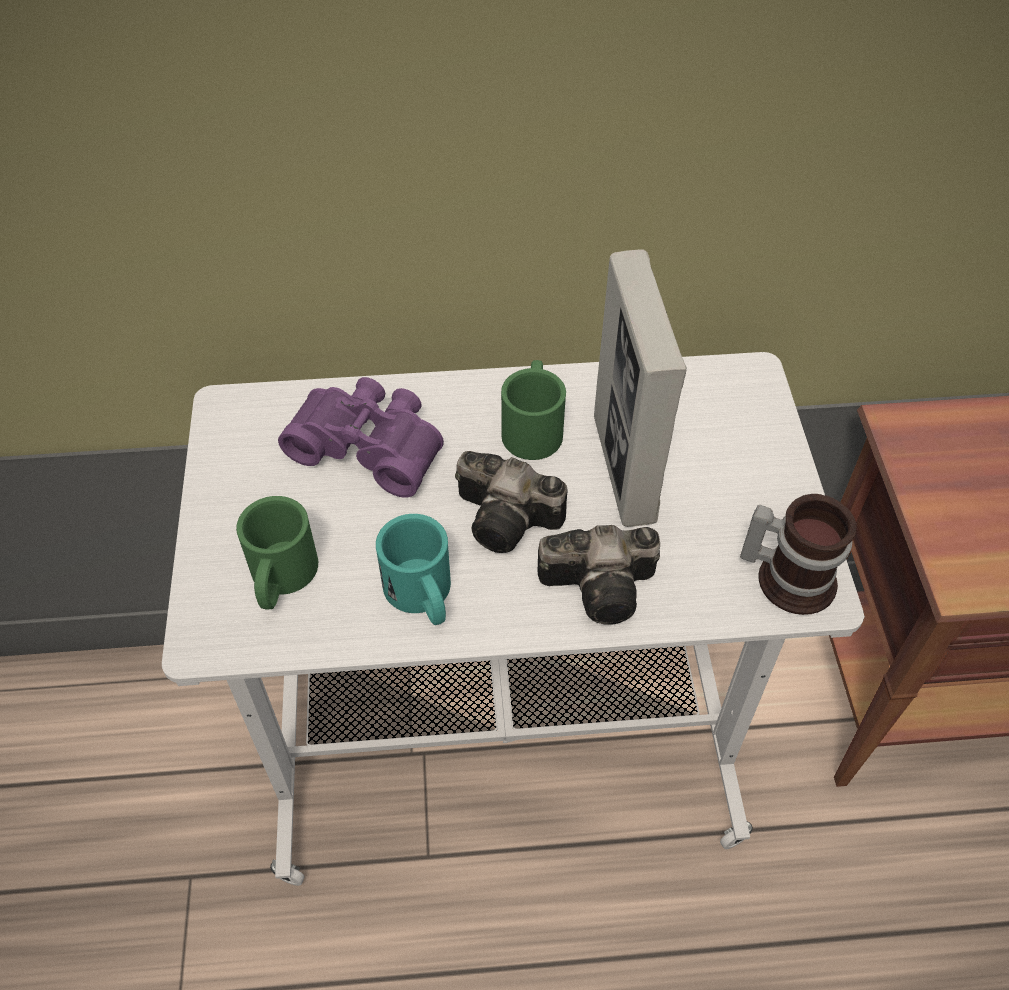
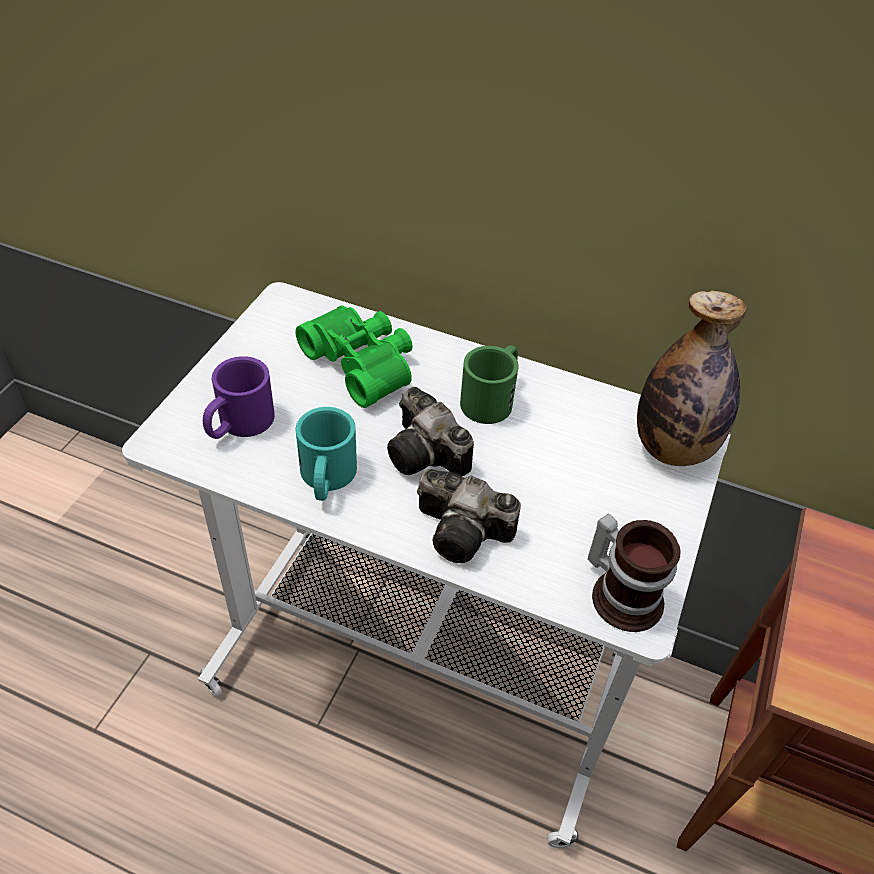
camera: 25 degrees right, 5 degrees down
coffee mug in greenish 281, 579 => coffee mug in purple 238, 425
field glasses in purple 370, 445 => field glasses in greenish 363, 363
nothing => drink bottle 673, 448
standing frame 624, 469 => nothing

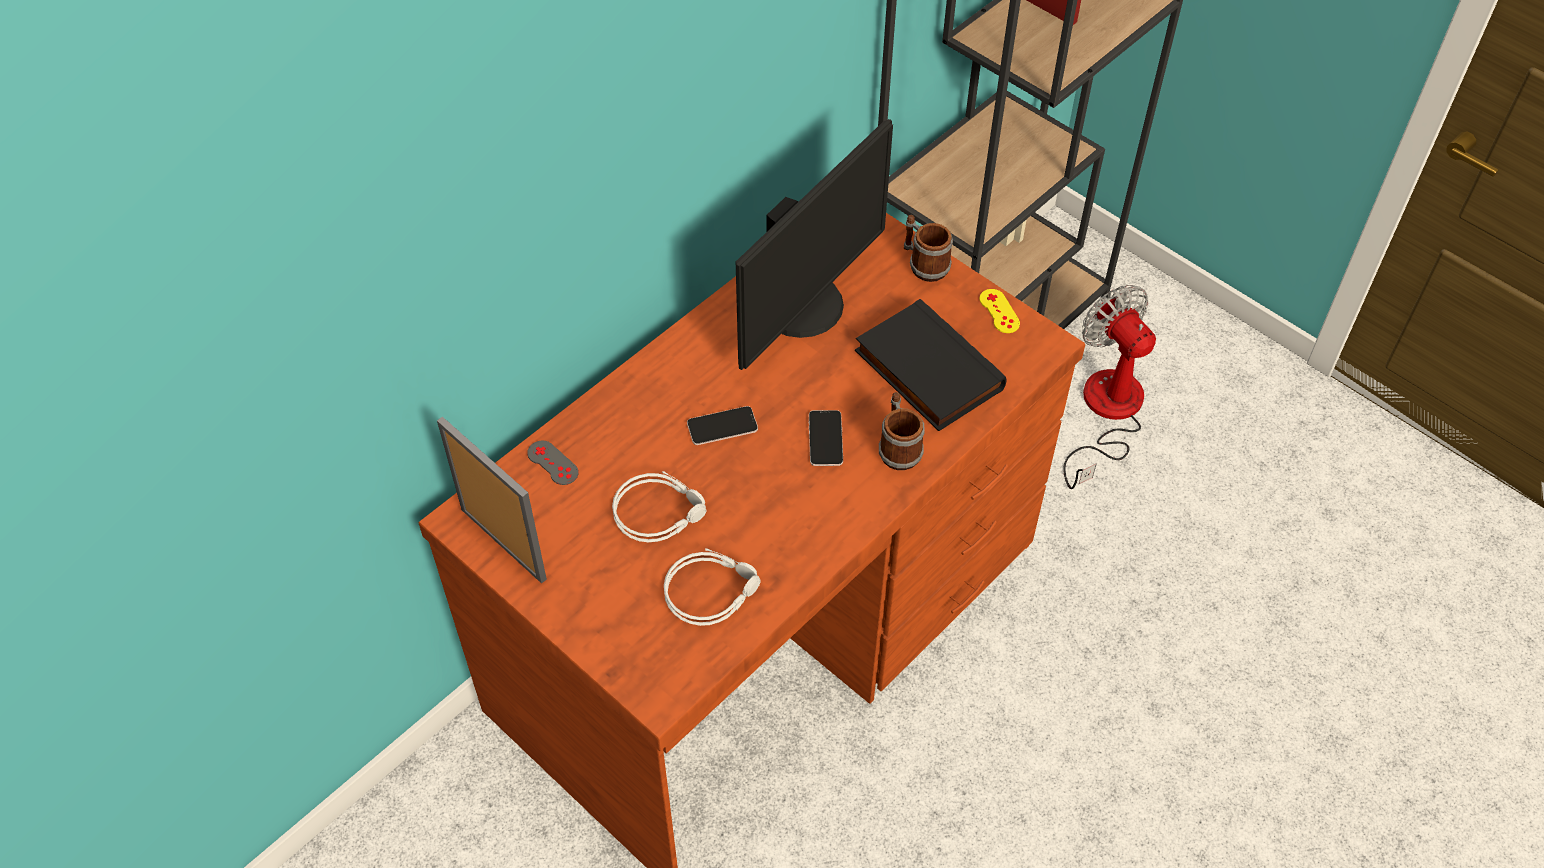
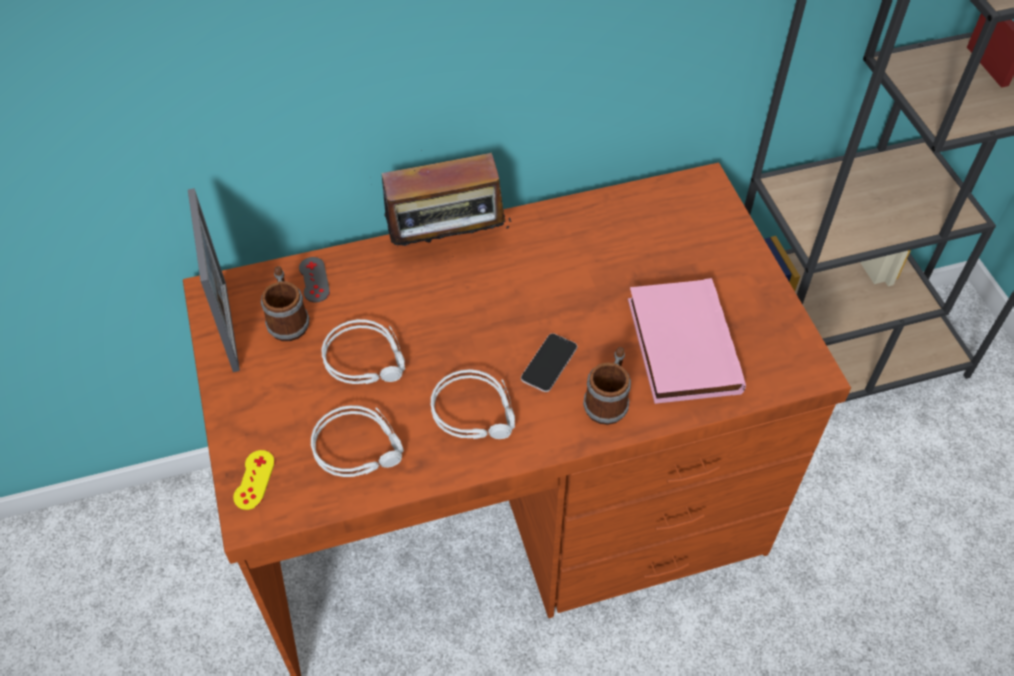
camera: 30 degrees right, 0 degrees up
game controller in yellow 999, 311 => game controller in yellow 254, 480, moved
coffee mug 924, 264 => coffee mug 288, 320, moved
nothing => radio set 447, 244
nothing => headphones in grey 477, 411
volume in black-coloured 925, 371 => volume in pinkish 679, 345
handset 722, 426 => nothing
monitor 805, 307 => nothing
cooling fan 1106, 413 => nothing

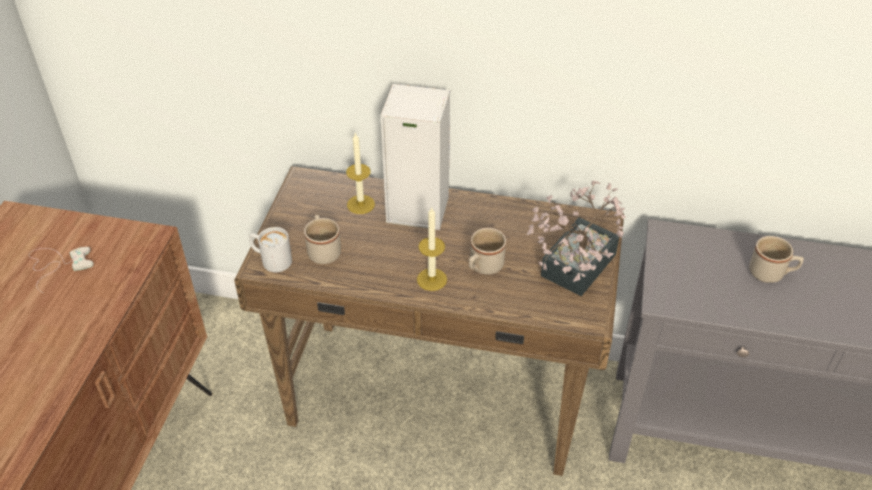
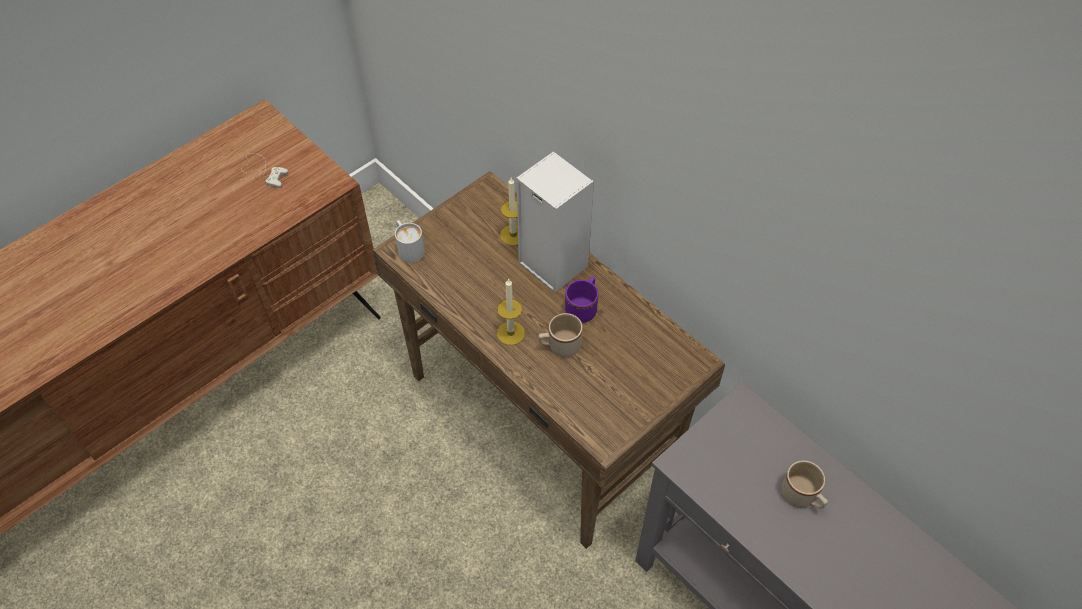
camera: 35 degrees right, 10 degrees up
nothing => coffee mug in purple 583, 307
coffee mug in beige 323, 250 => nothing
houseplant 572, 270 => nothing

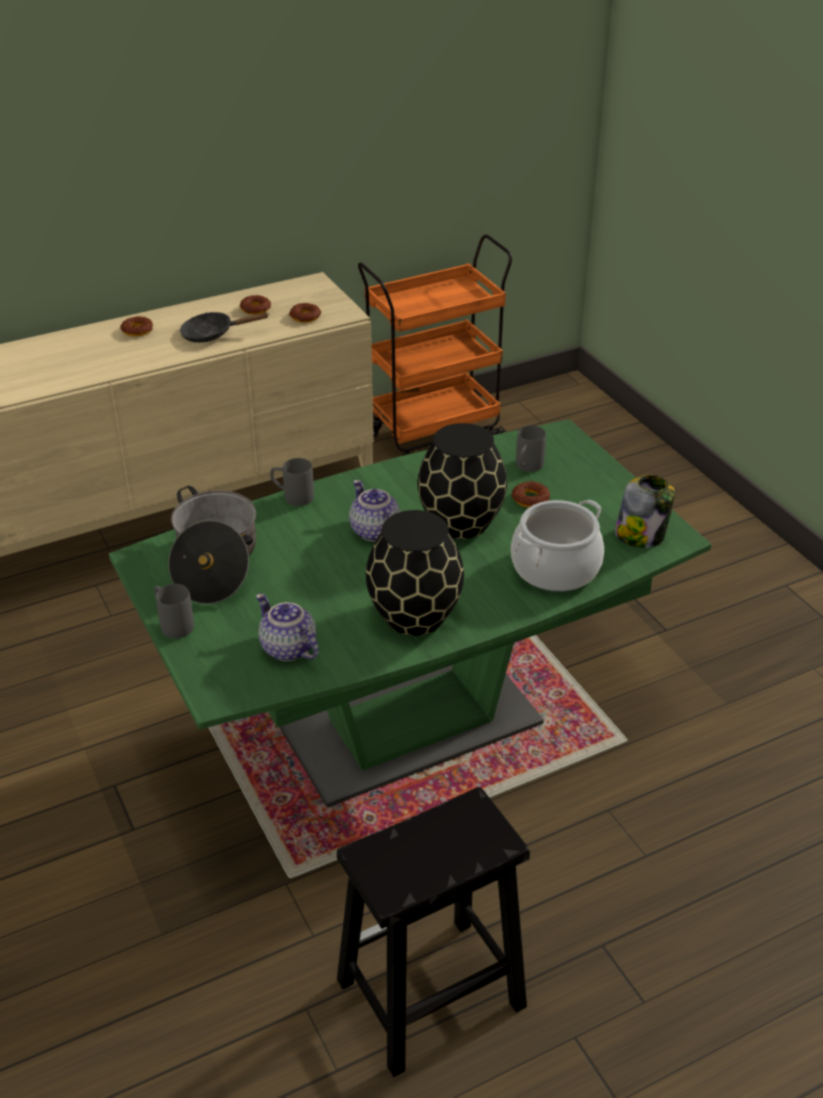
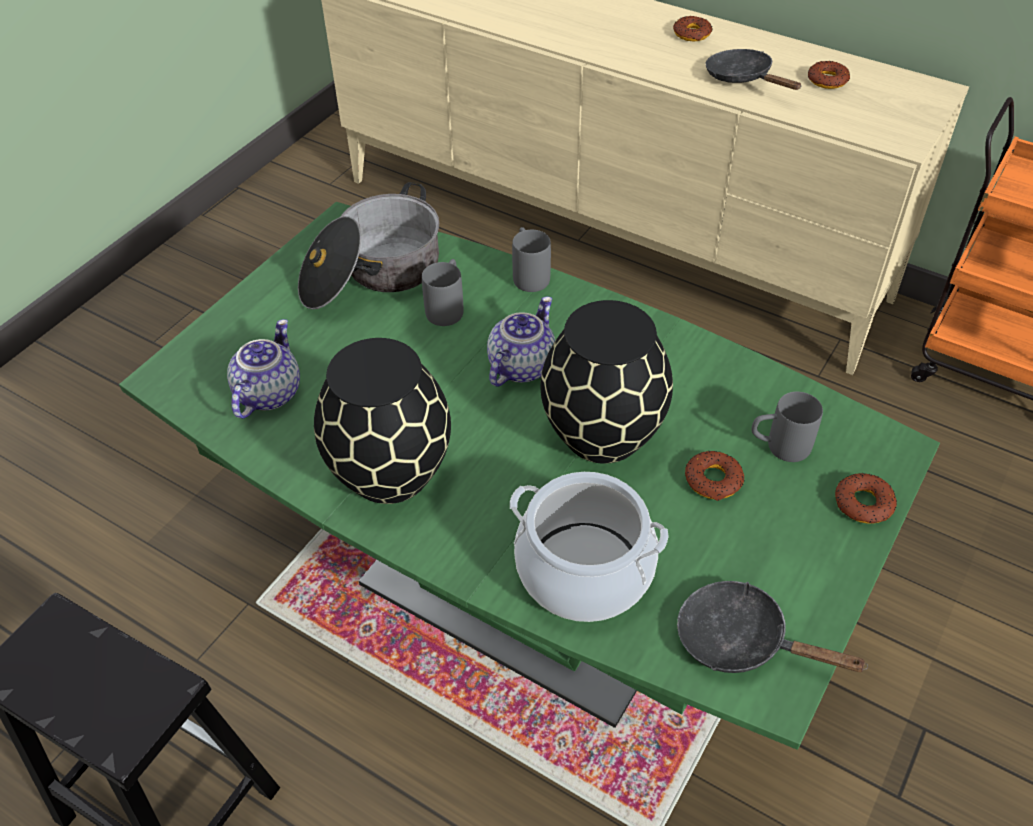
camera: 60 degrees right, 10 degrees up
coffee mug in grey 173, 623 => coffee mug in grey 447, 307, moved
preserve jar 641, 535 => frying pan in black-coloured 741, 640
doughnut 305, 317 => doughnut 863, 503, moved

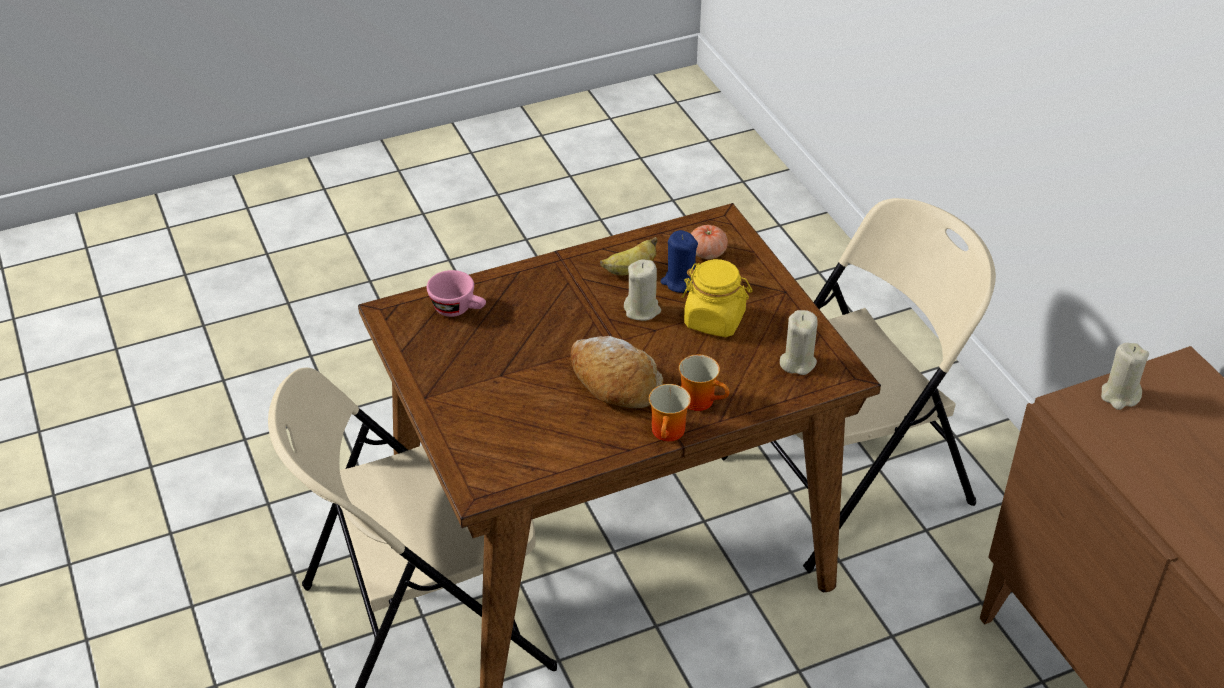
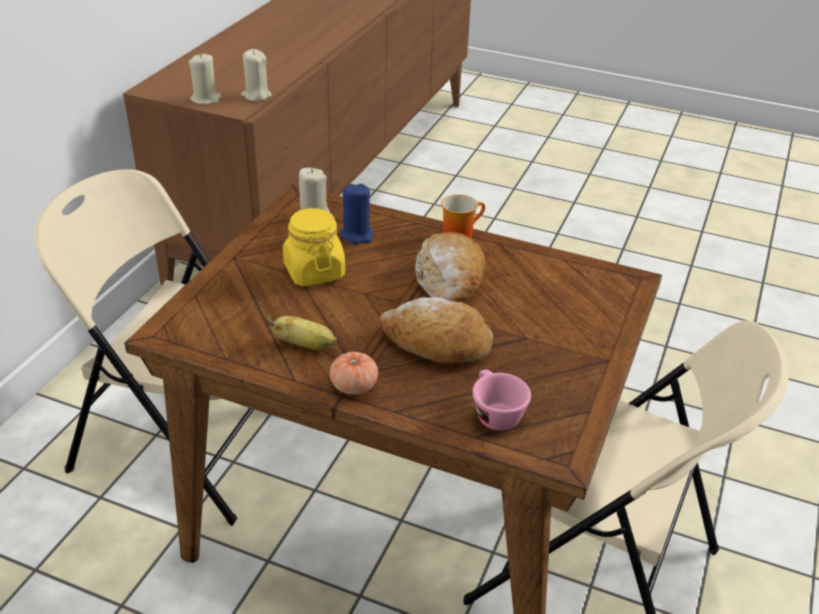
camera: 135 degrees left, 5 degrees down
wax light in beige 642, 310 => wax light in beige 256, 95, moved
fresh tomato 707, 253 => fresh tomato 354, 386, moved
wax light in blue 679, 282 => wax light in blue 357, 235, moved
nothing => baked bread 436, 344
coffee mug 702, 400 => nothing

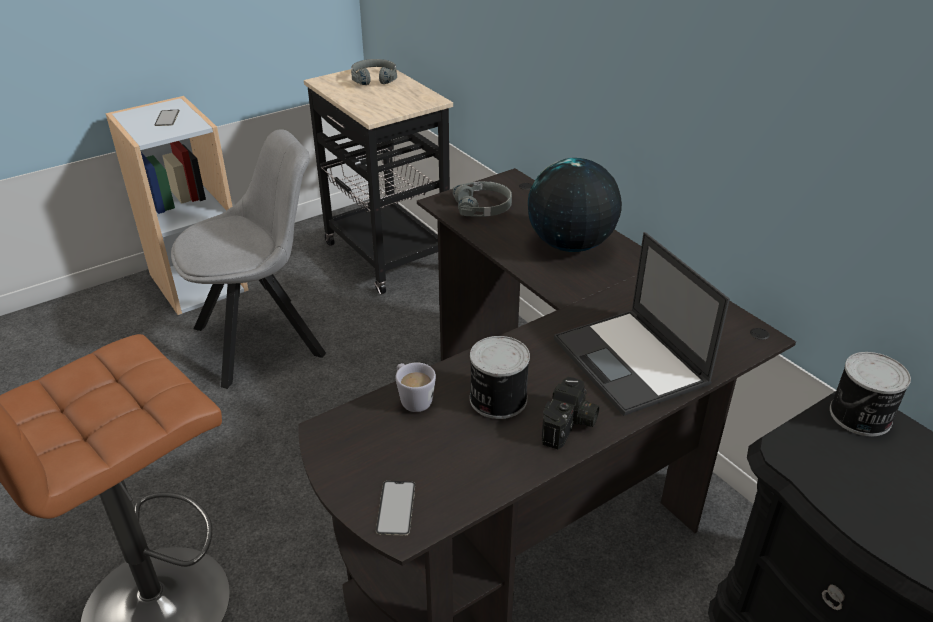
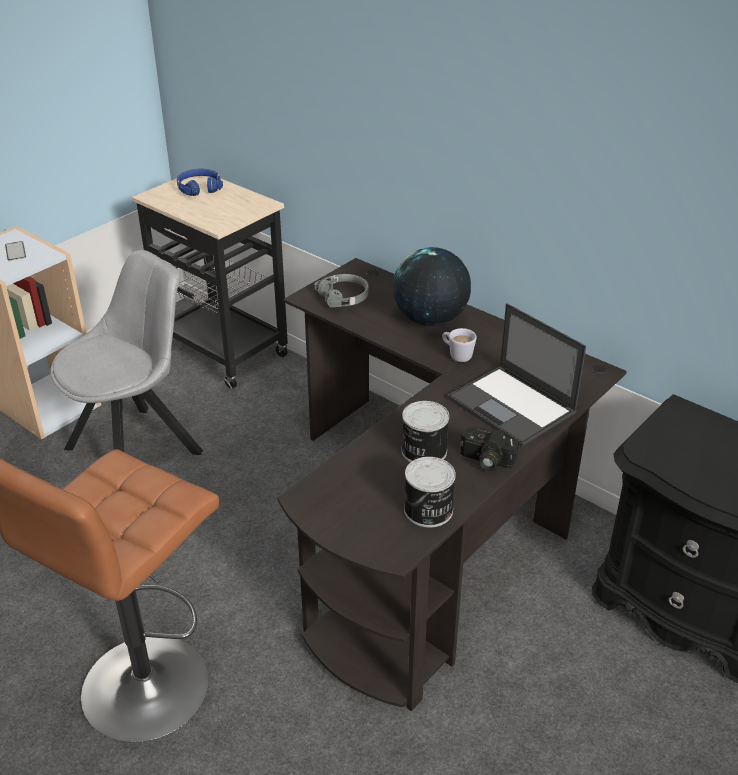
camera: 15 degrees left, 0 degrees up
headphones in grey 374, 78 => headphones in blue 199, 188
metal can 860, 416 => metal can 428, 511, moved
coffee mug in white 413, 399 => coffee mug in white 457, 355, moved
still camera 570, 426 => still camera 485, 461, 105 degrees clockwise
handset 396, 508 => nothing

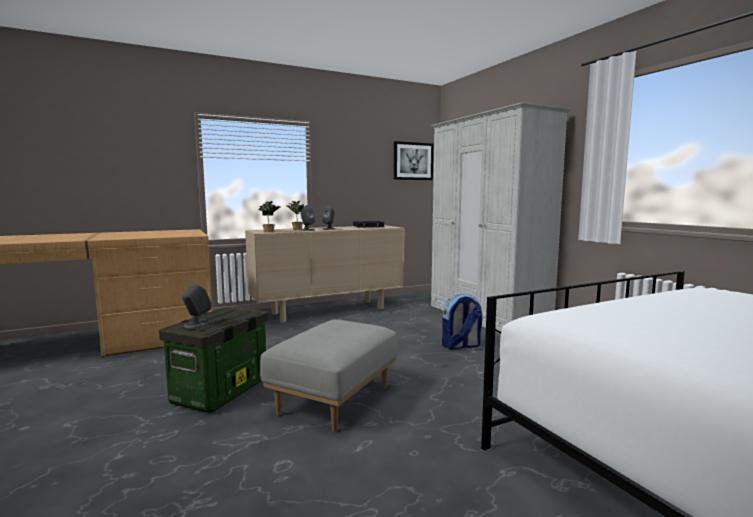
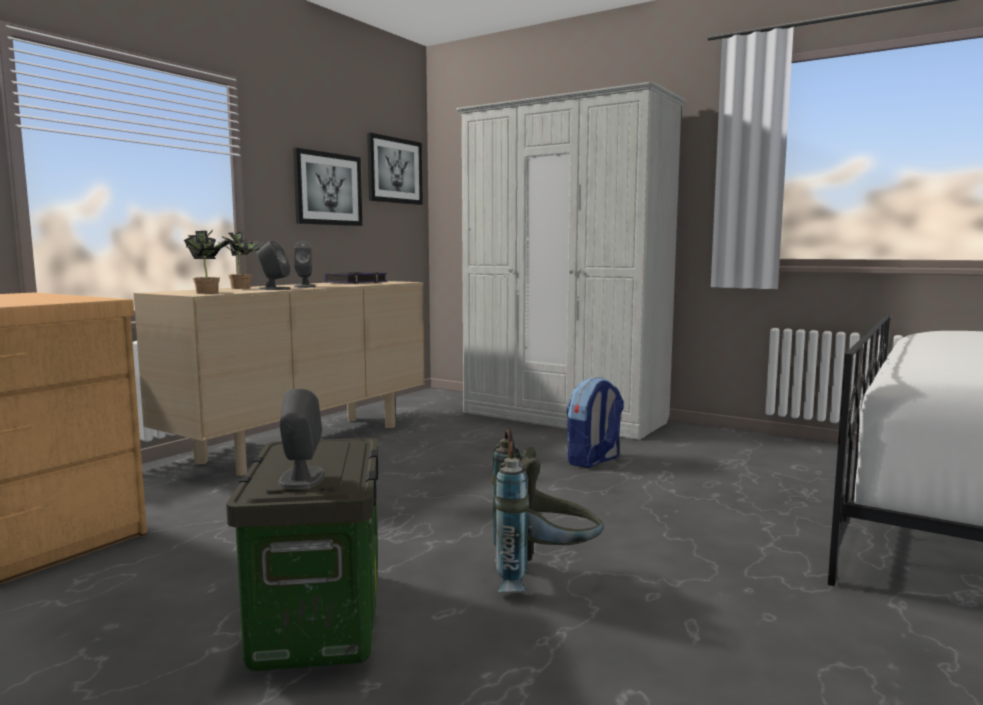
camera: 30 degrees left, 0 degrees up
nothing => picture 328, 189
footrest in grey 334, 399 => knapsack in grey 542, 576

